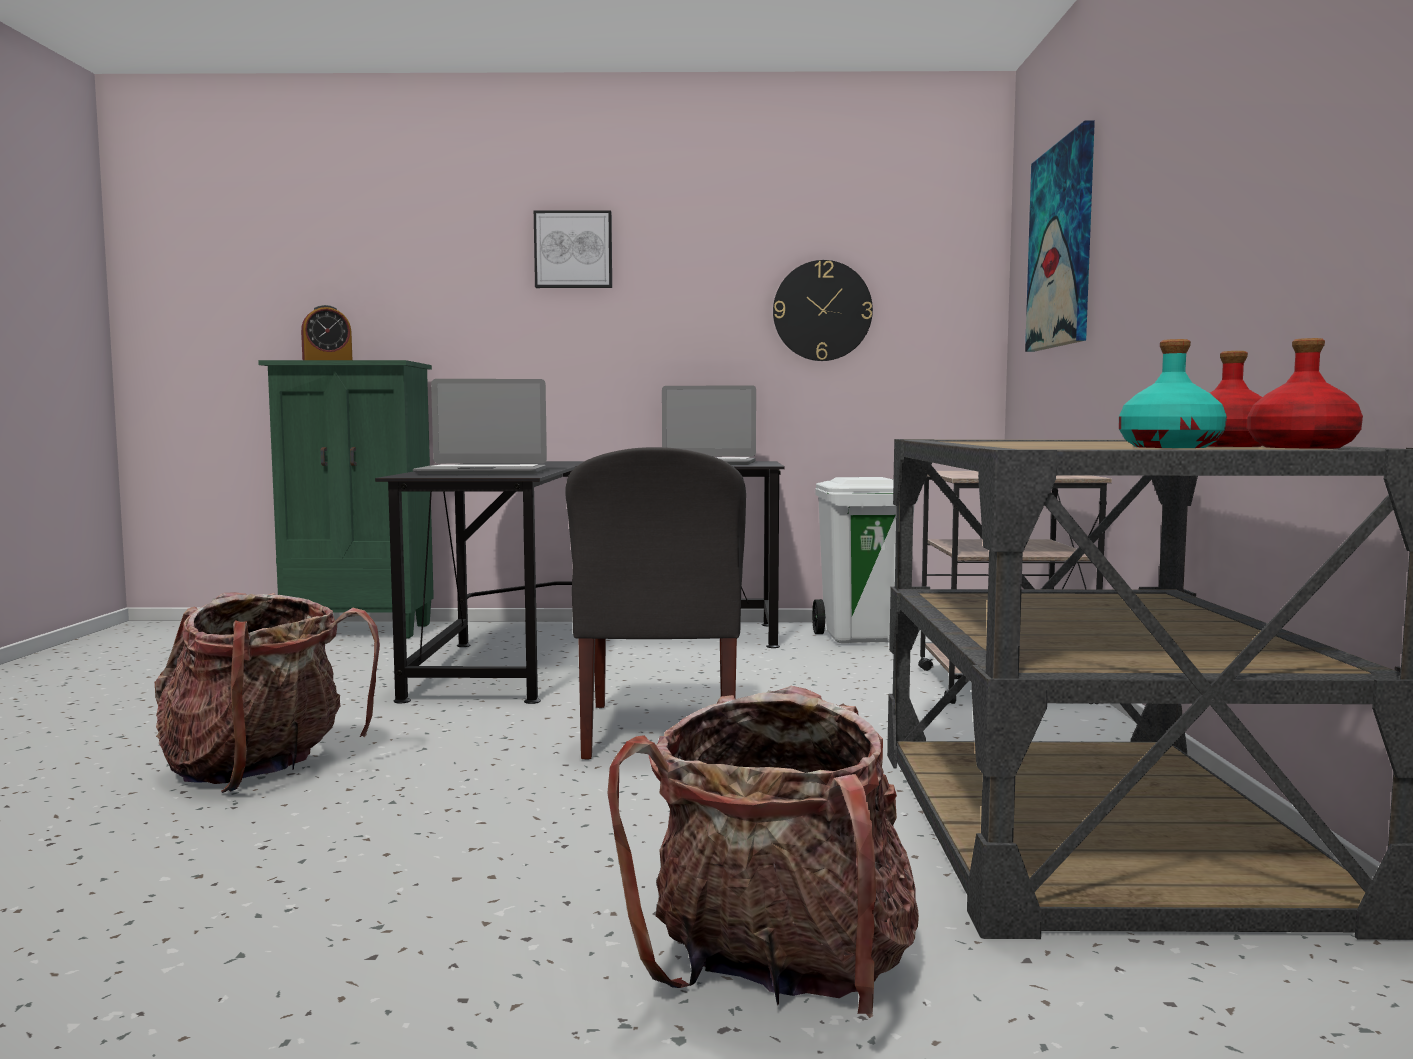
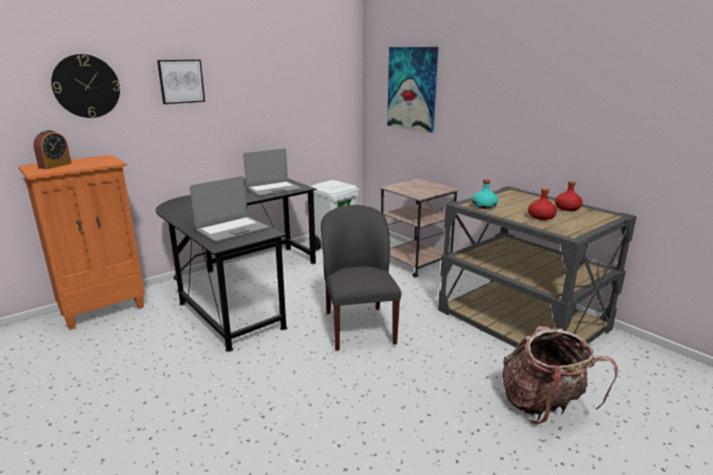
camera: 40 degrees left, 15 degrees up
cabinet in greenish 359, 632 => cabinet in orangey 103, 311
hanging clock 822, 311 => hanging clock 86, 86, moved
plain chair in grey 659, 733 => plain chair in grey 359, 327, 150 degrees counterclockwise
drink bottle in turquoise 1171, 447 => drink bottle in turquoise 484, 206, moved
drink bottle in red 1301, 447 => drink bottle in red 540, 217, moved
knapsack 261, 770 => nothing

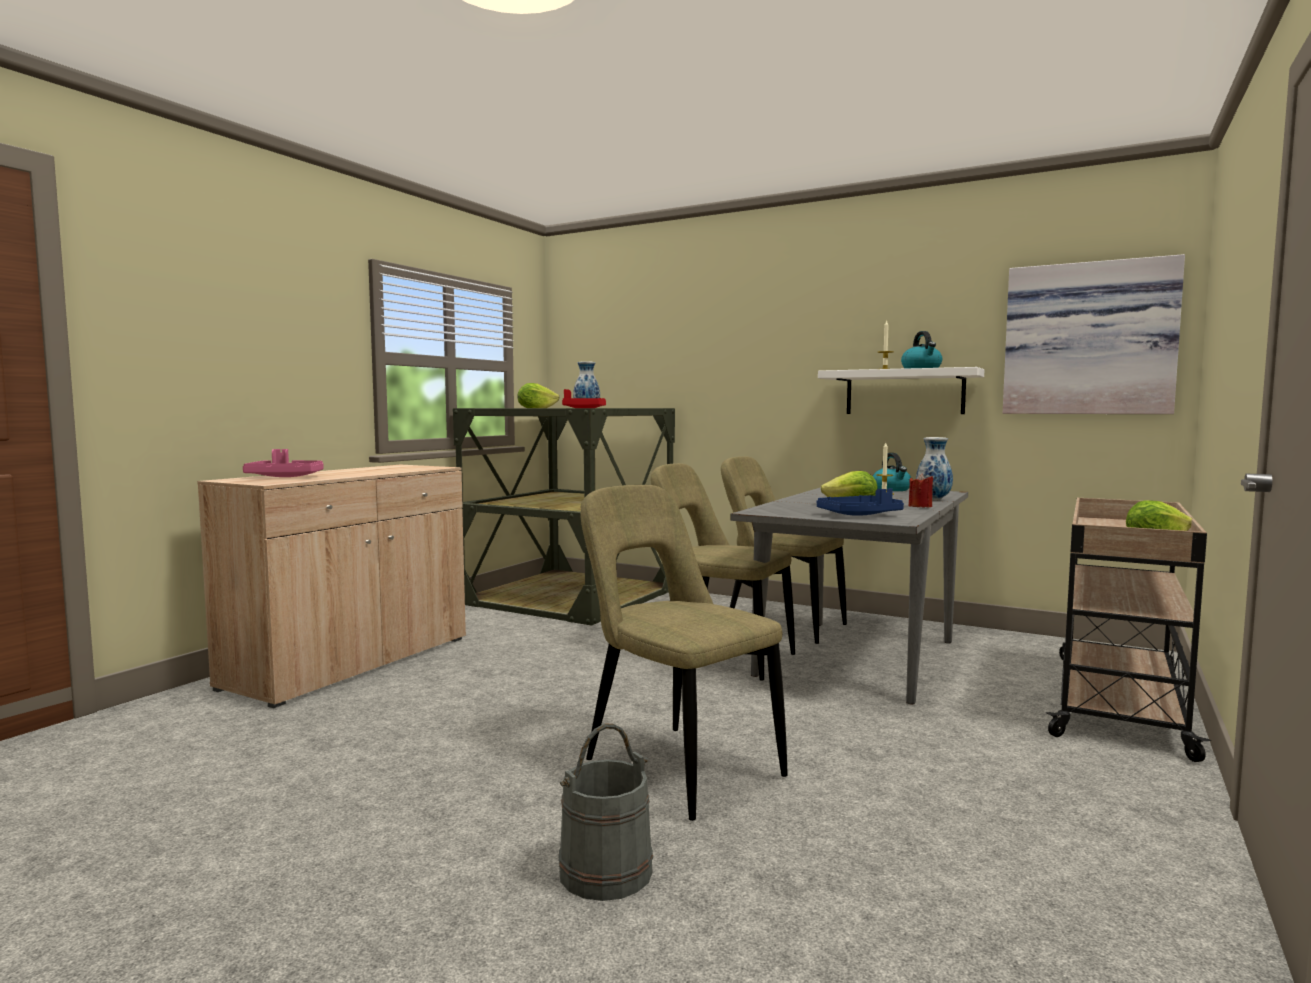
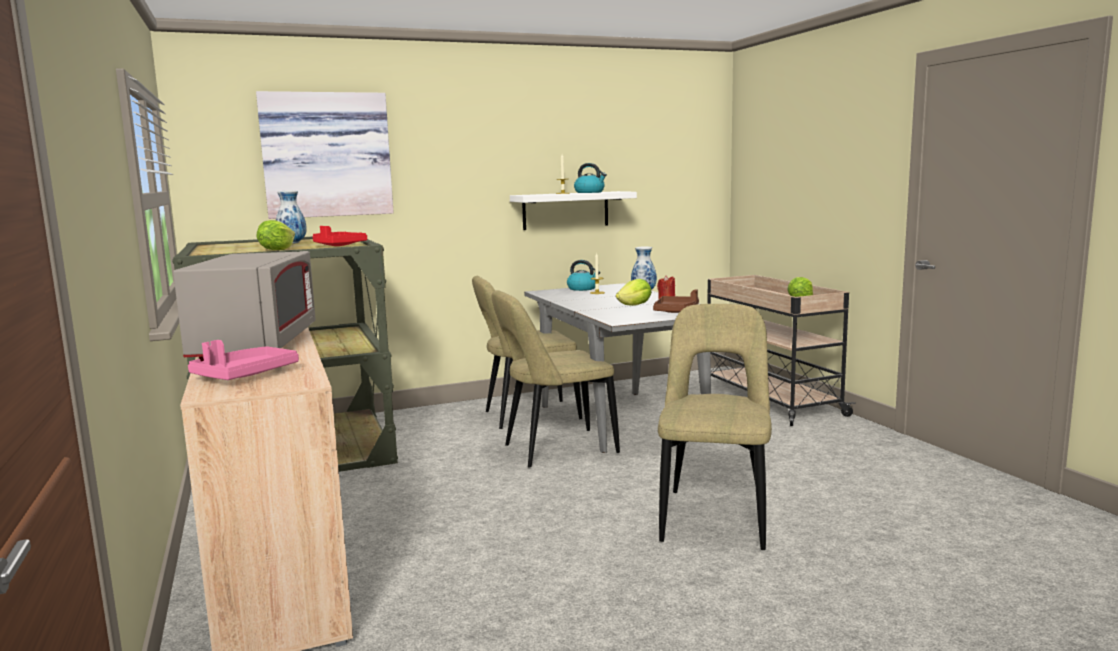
camera: 50 degrees left, 5 degrees up
nothing => microwave in grey 257, 345
picture 1088, 339 => picture 326, 155, moved
carrying tray in blue 859, 515 => carrying tray in brownish 676, 311
plain chair in beige 676, 766 => plain chair in beige 715, 516, 105 degrees clockwise
pail in grey 606, 872 => nothing

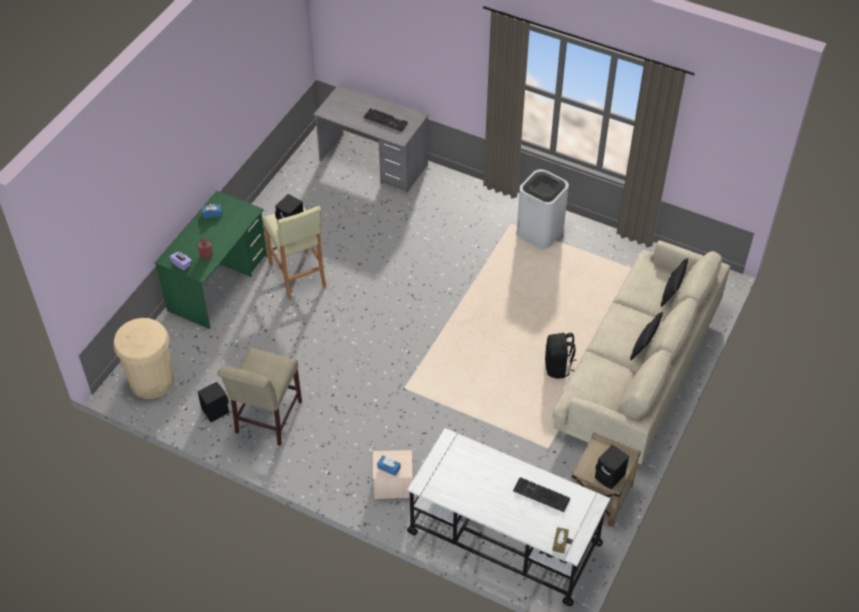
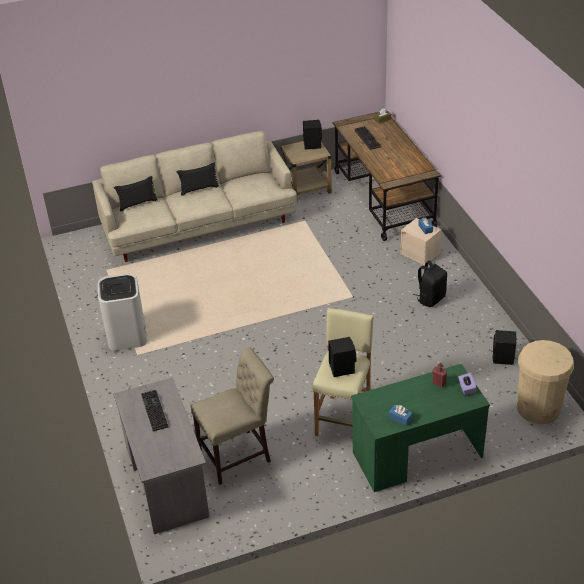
camera: 135 degrees left, 10 degrees down
plain chair in beige 266, 420 => plain chair in beige 238, 455, moved
desk table in white 504, 539 => desk table in brownish 383, 199
knapsack in black-coloured 558, 367 => knapsack in black-coloured 430, 298, moved

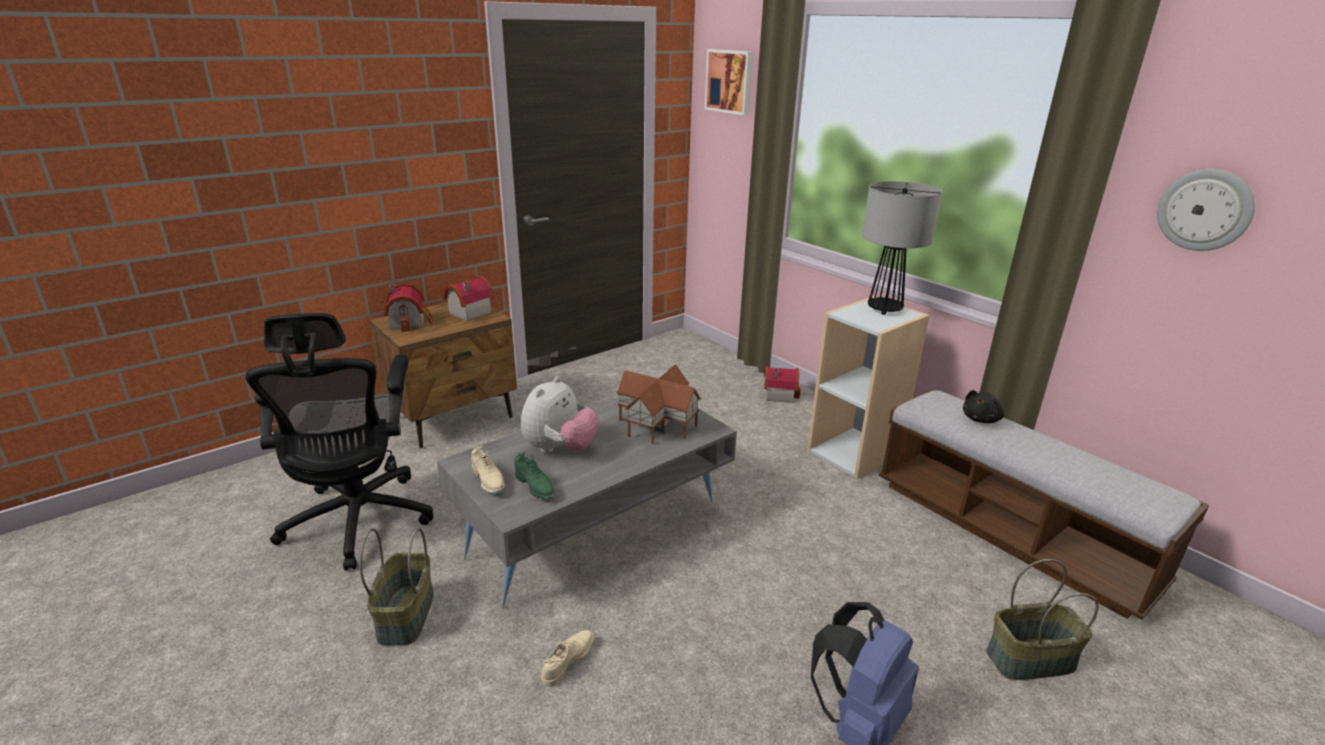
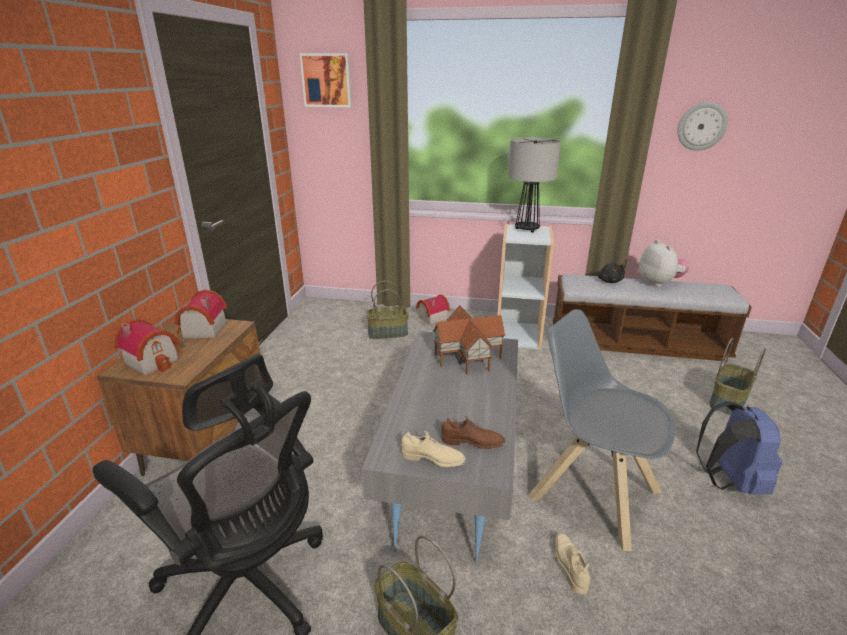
camera: 40 degrees left, 0 degrees up
nothing => basket 388, 333
low shoe in greenish 535, 487 => low shoe in brownish 472, 442
nothing => plain chair in grey 591, 492
cuddly toy 560, 449 => cuddly toy 659, 283, moved

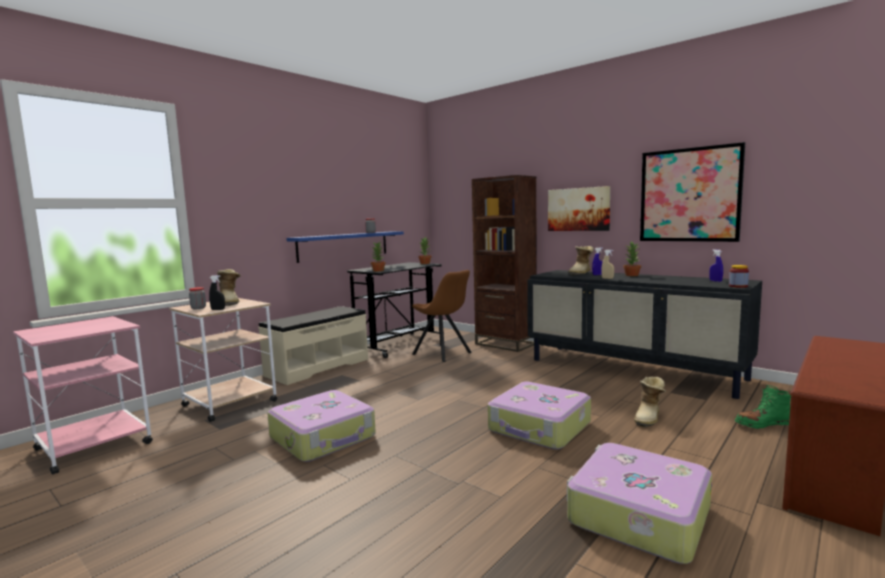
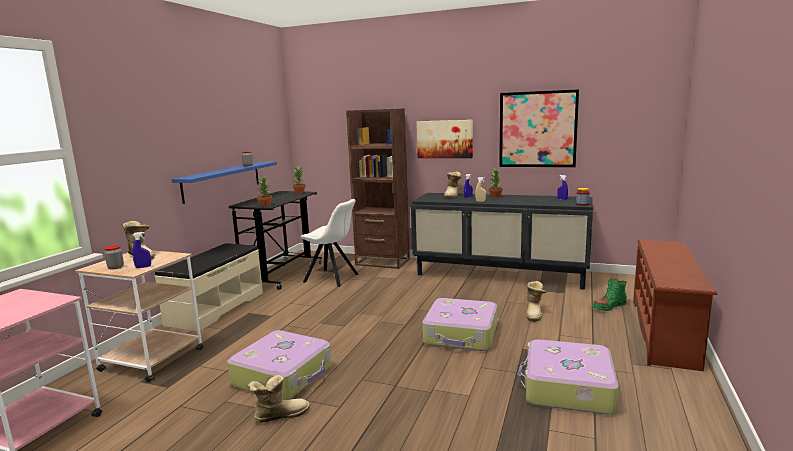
camera: 20 degrees left, 5 degrees up
hand sprayer in black-coloured 218, 309 => hand sprayer in blue 143, 267
nothing => boot 280, 415
plain chair in brownish 442, 353 => plain chair in white 331, 278

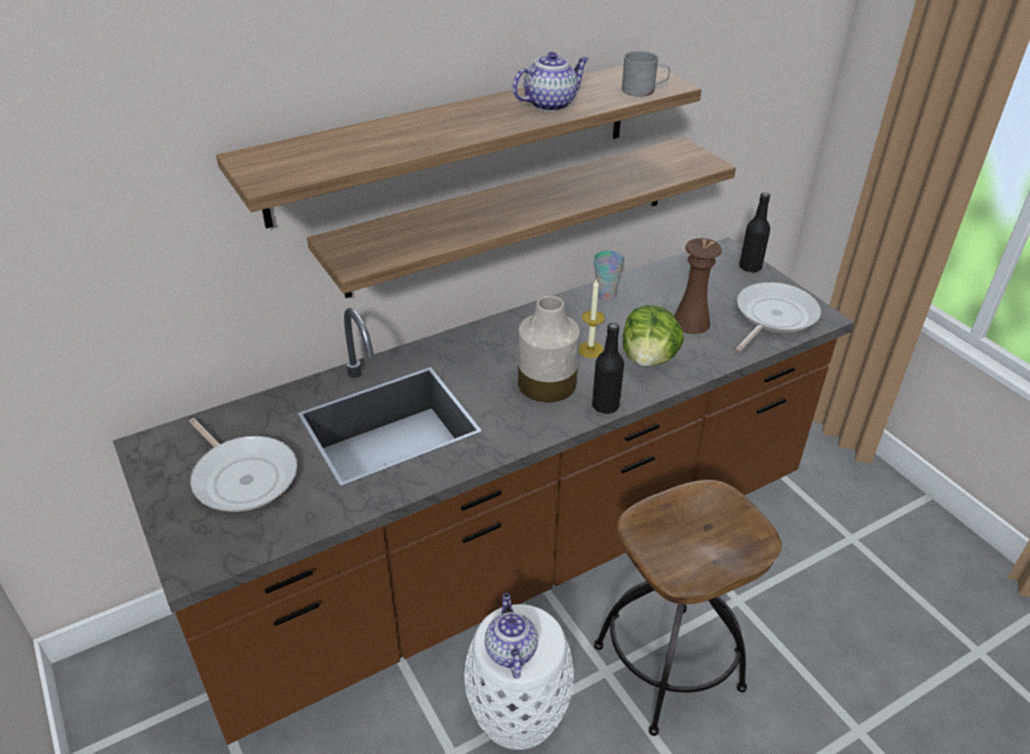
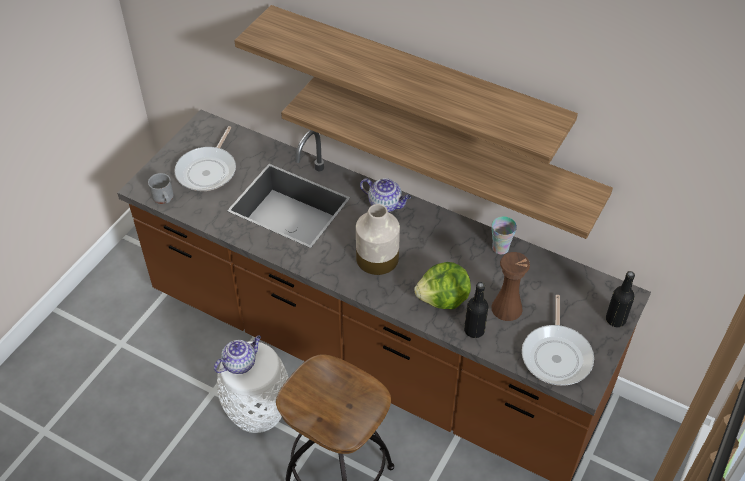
camera: 60 degrees right, 10 degrees up
coffee mug in grey 643, 90 => coffee mug in grey 164, 198, moved
teapot 550, 104 => teapot 386, 204, moved
drink bottle in black-coloured 605, 406 => drink bottle in black-coloured 474, 330, moved
frying pan 773, 316 => frying pan 557, 355, 90 degrees clockwise
wax light 590, 350 => nothing

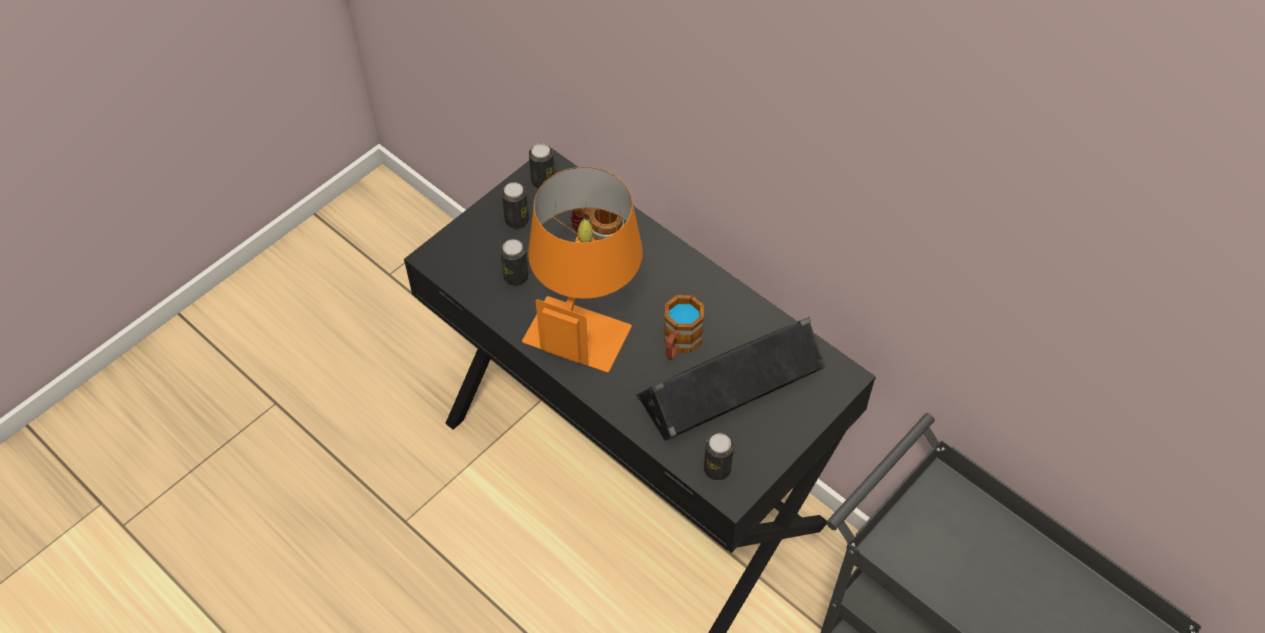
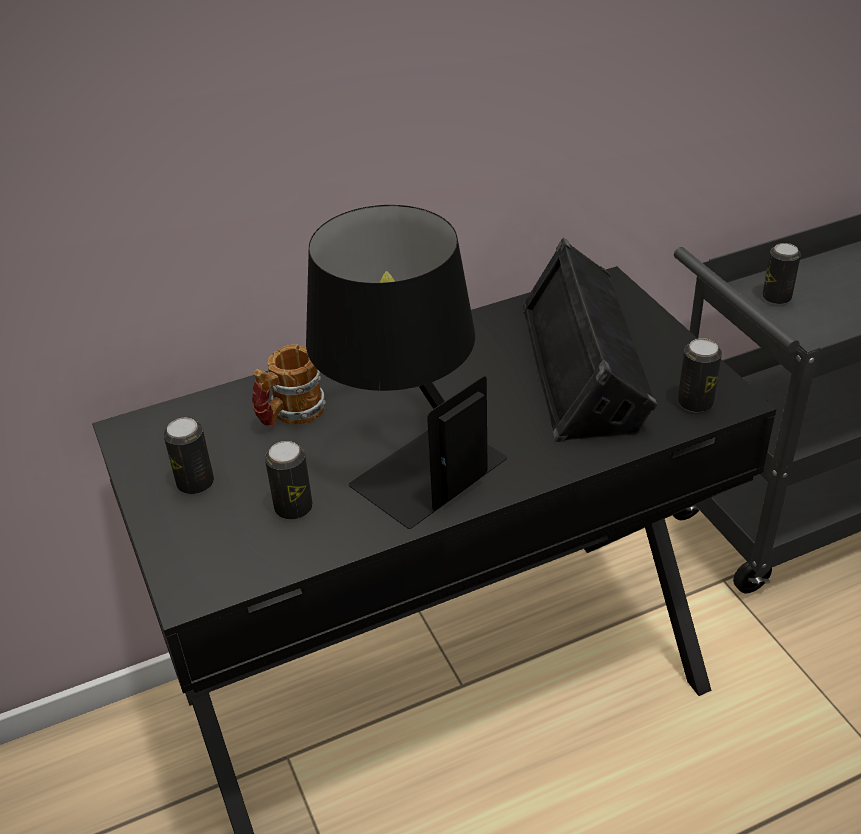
camera: 65 degrees left, 15 degrees down
lamp for a table in orangey 584, 317 => lamp for a table in black-coloured 406, 457
metal can 543, 181 => metal can 776, 297, moved
coffee mug 679, 344 => nothing

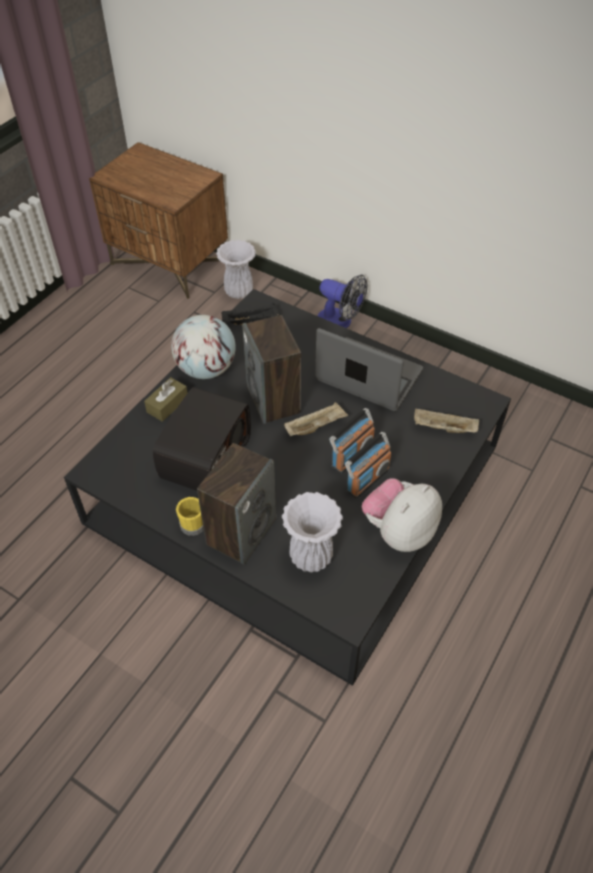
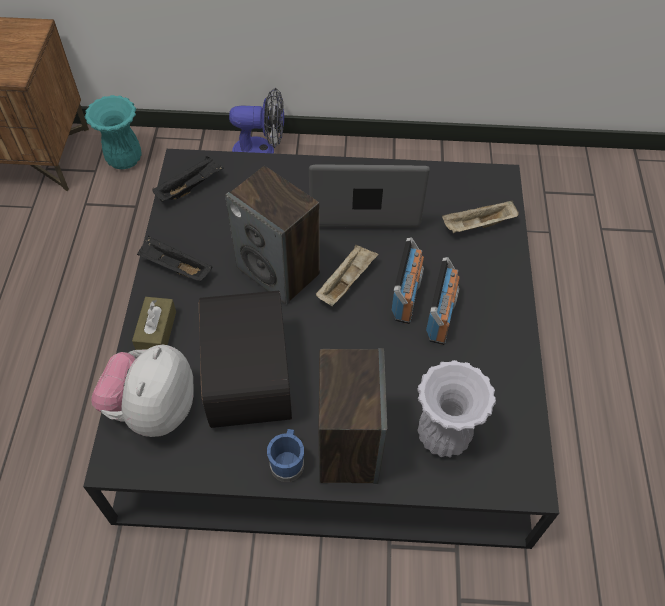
camera: 30 degrees left, 5 degrees up
vase in white 239, 291 => vase in turquoise 125, 159
cuddly toy 399, 531 => cuddly toy 153, 409, moved
world globe 206, 369 => carrying tray in black-coloured 175, 268
coffee mug in yellow 195, 522 => coffee mug in blue 287, 462

